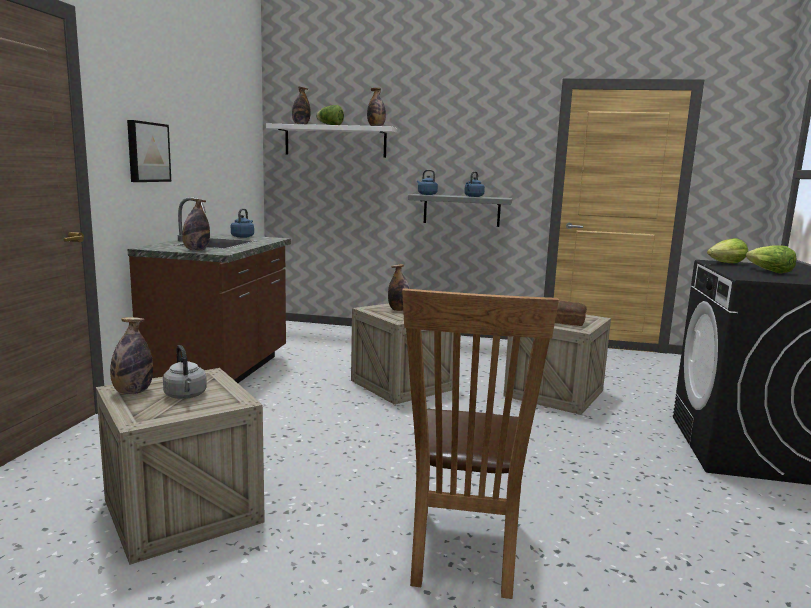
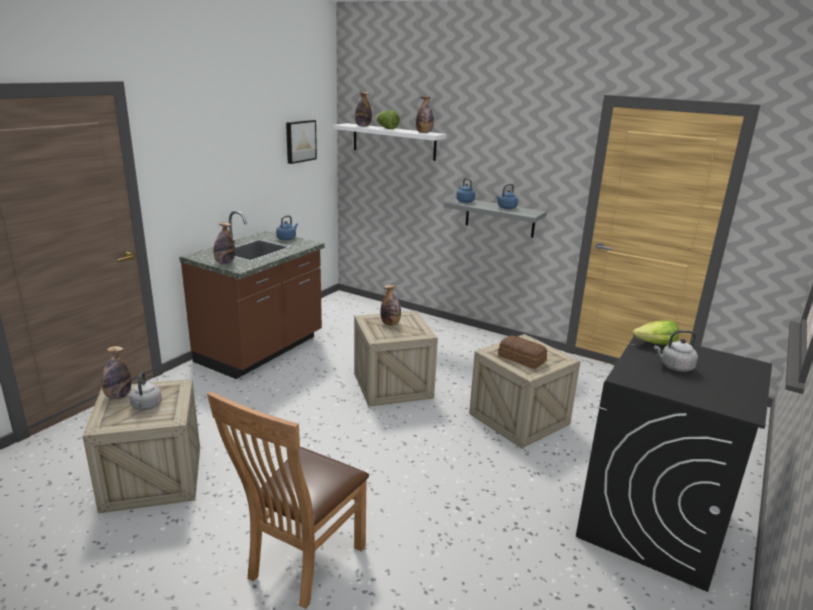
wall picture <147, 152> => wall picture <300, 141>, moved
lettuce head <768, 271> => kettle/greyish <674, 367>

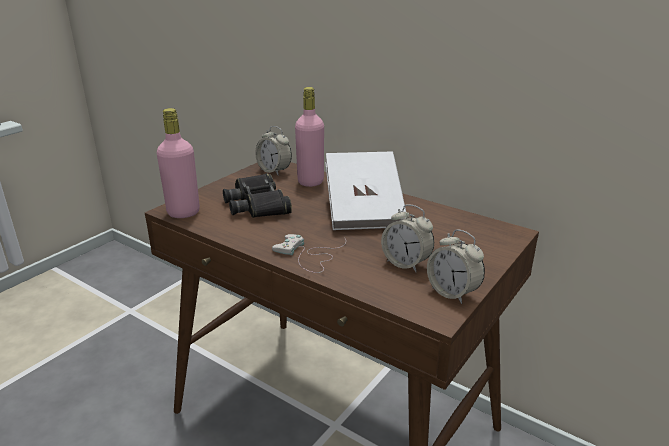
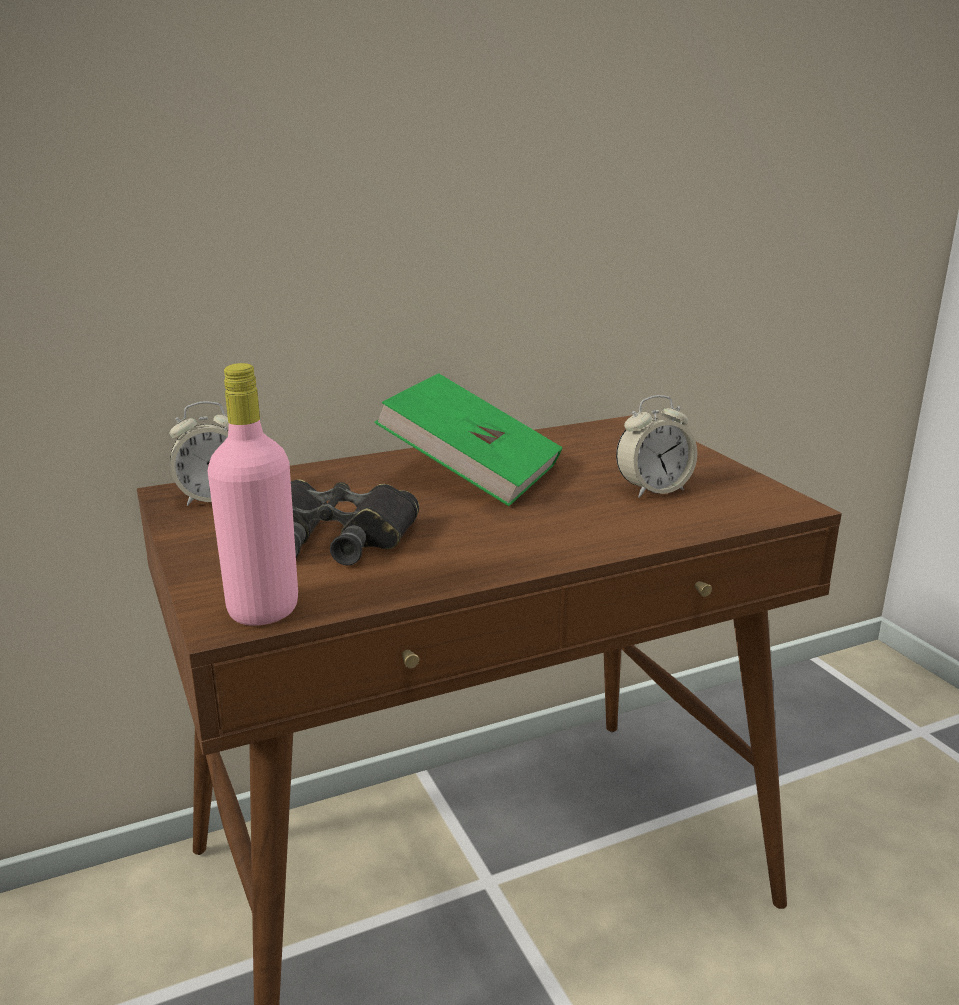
game controller/white <309, 256> => nothing
bottle/pinkish <310, 182> => nothing
volume/white <364, 211> => volume/green <472, 475>
bedside clock <452, 292> => nothing

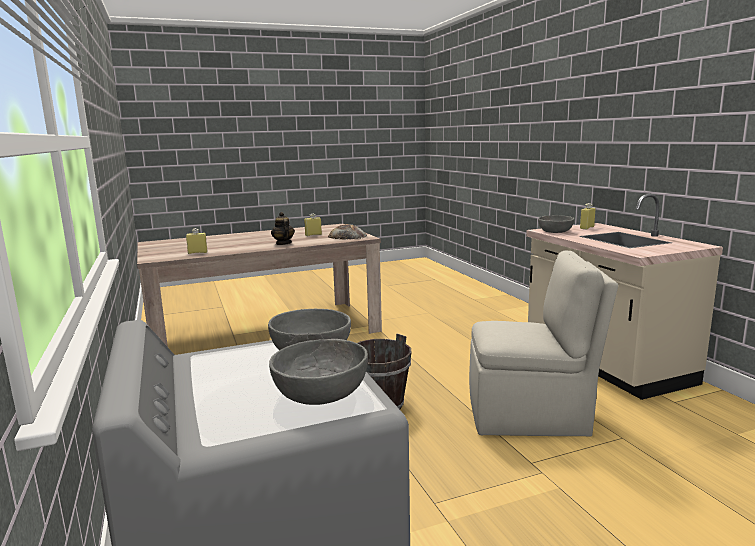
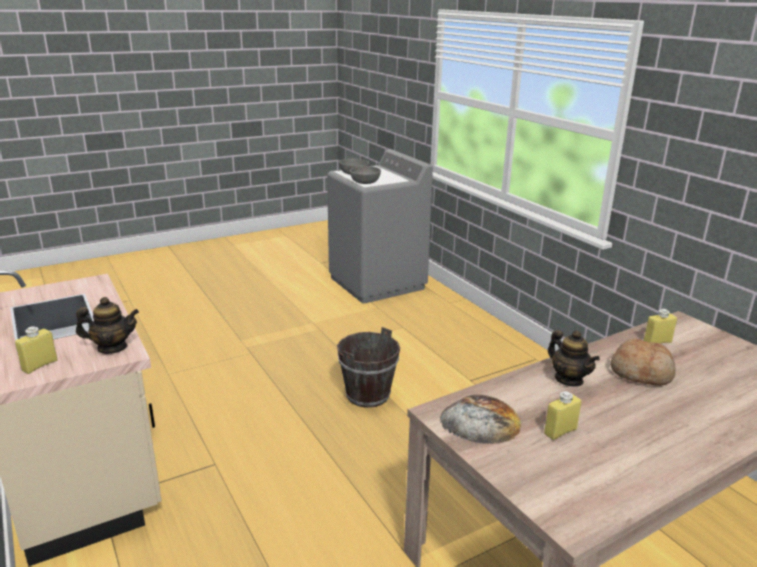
upright chair/sand-coloured <530, 415> => nothing
serving bowl/greyish <555, 231> => pot for tea <112, 348>
nothing => bread <641, 373>

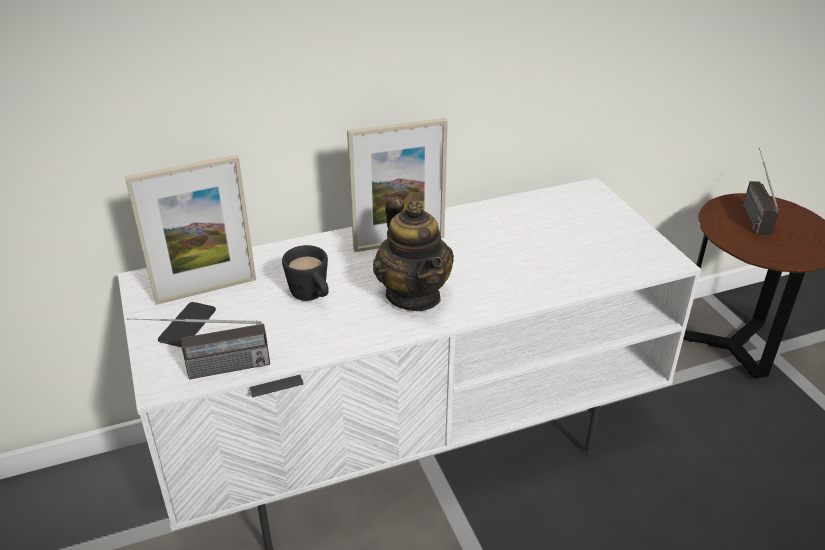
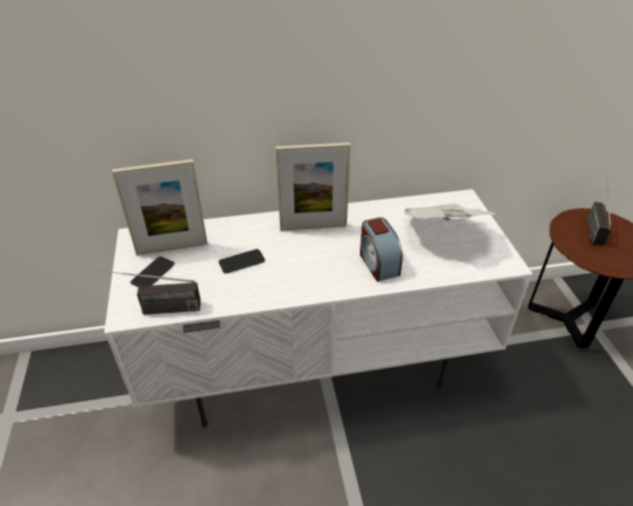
mug/blackish <312, 296> => telephone <242, 262>
pot for tea <414, 295> => nothing
nothing => bedside clock <378, 263>
nothing => printed paper <443, 231>

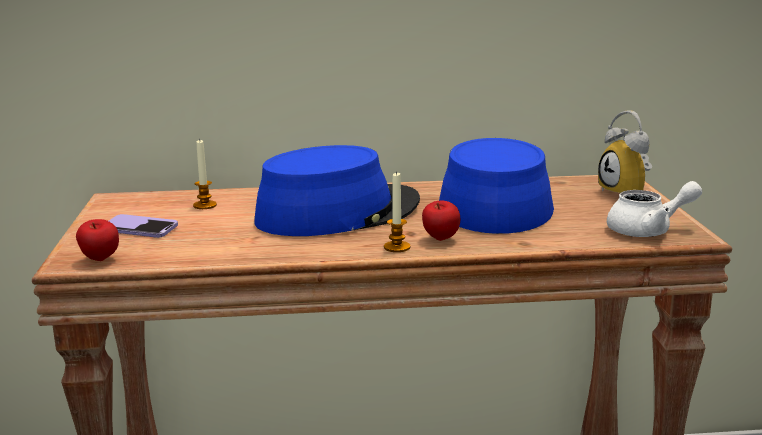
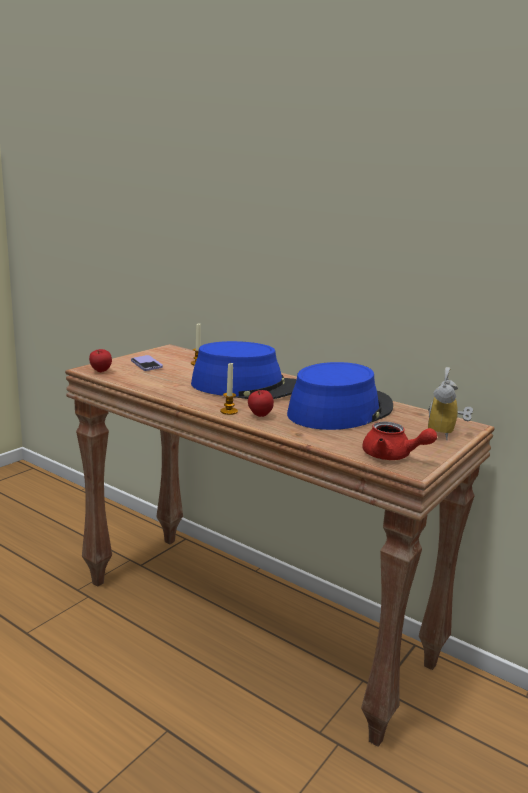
pot for tea/white <648, 231> => pot for tea/reddish <392, 456>

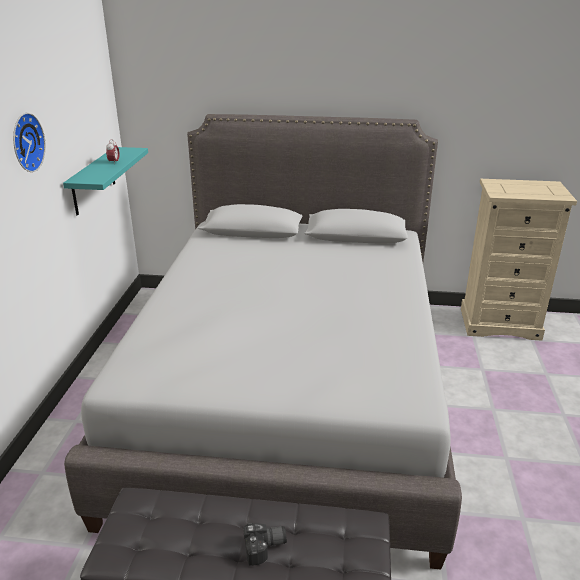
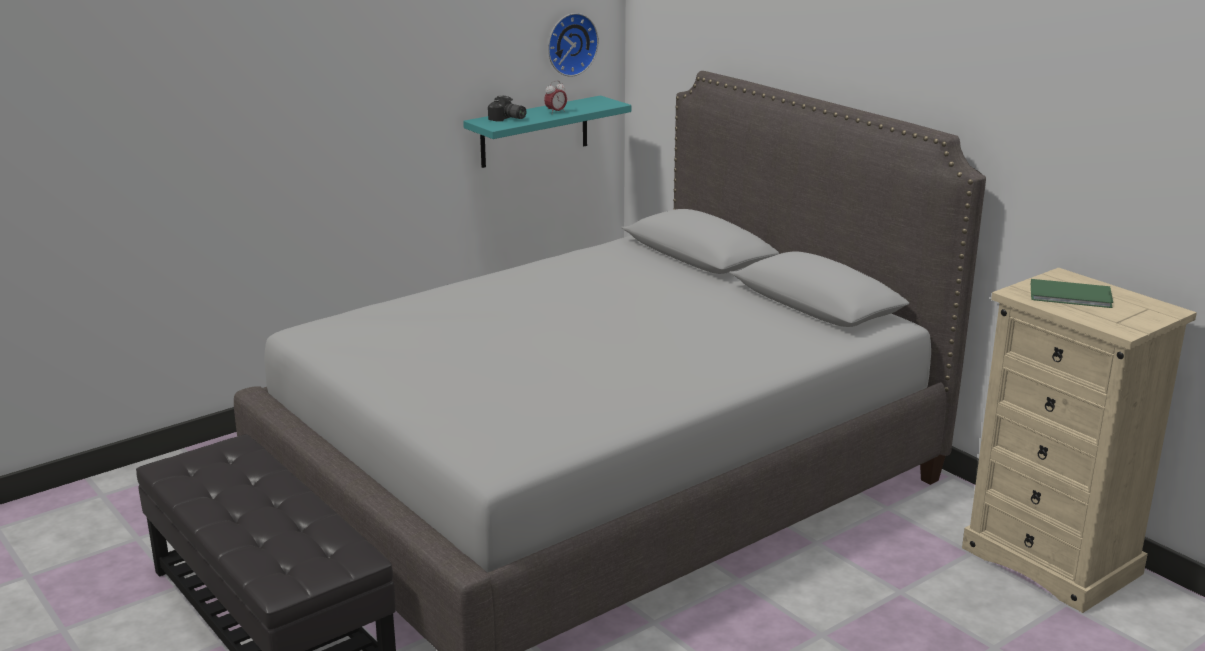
wall clock <25, 142> => wall clock <570, 44>, moved
still camera <265, 548> => still camera <507, 119>, moved
nothing => volume/green <1072, 296>

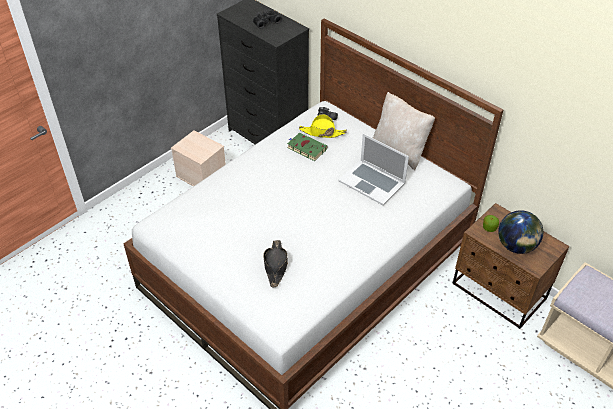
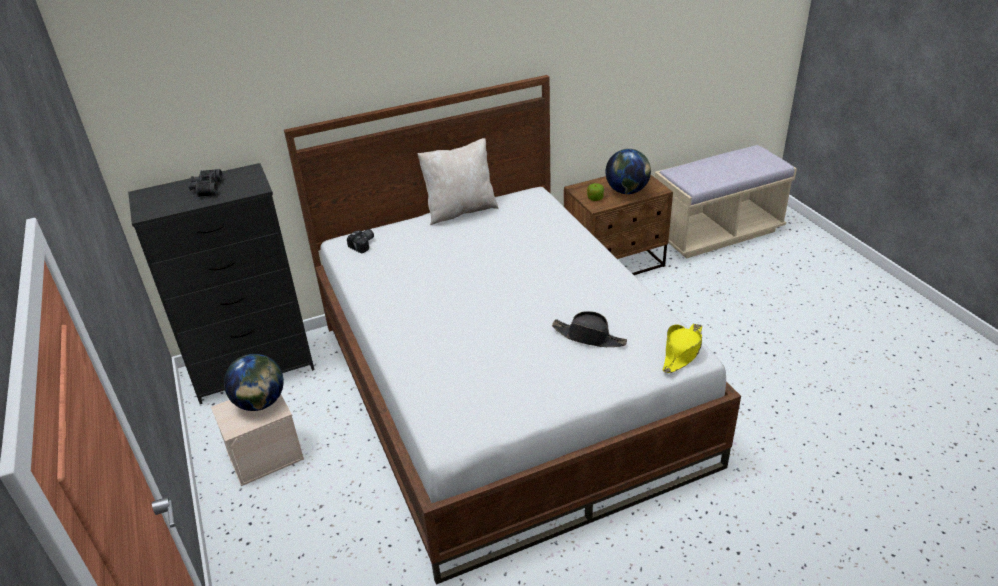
volume/green <306, 148> => nothing
hat/yellow <322, 132> => hat/yellow <682, 352>, moved
laptop <372, 182> => nothing
nothing => world globe <260, 403>

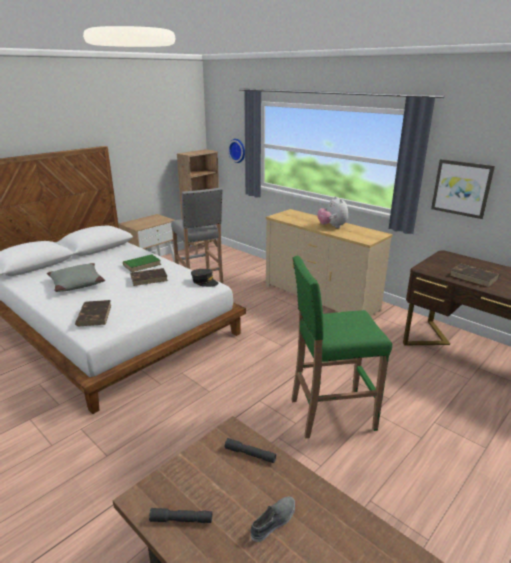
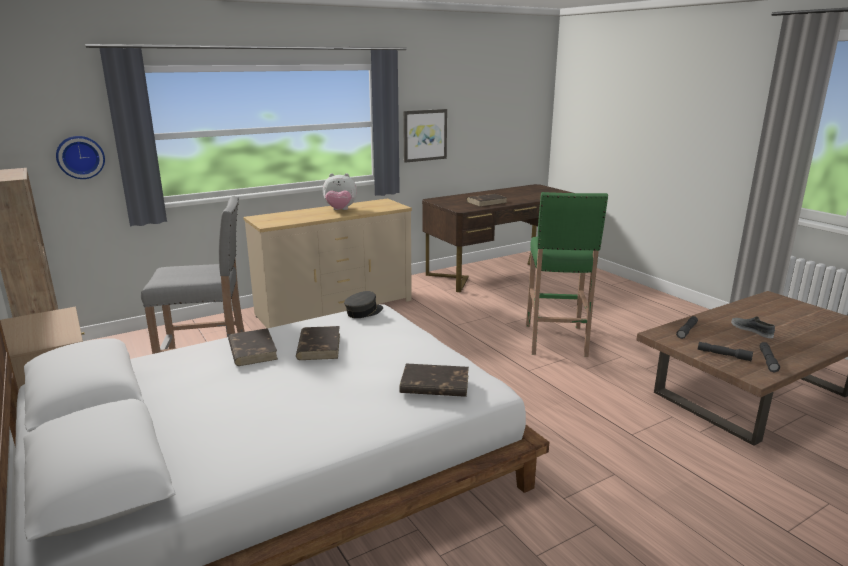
throw pillow/greyish <76, 283> => nothing
volume/green <142, 264> => volume/brown-coloured <252, 350>
nothing => hand torch/greyish <724, 355>

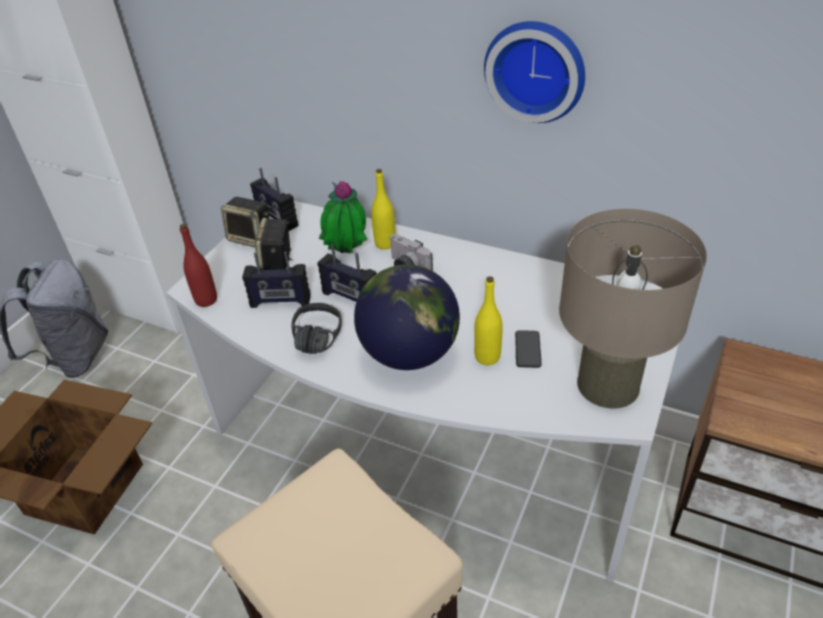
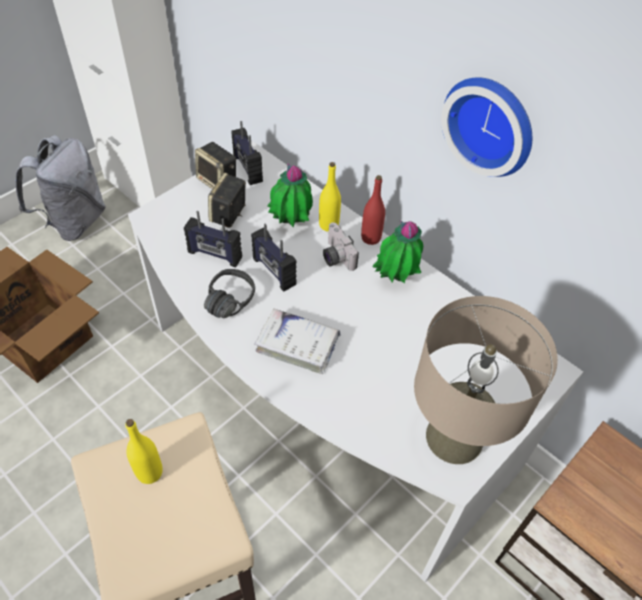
bottle/reddish <206, 300> => bottle/reddish <371, 238>, moved
world globe <409, 354> => volume/white <298, 345>
bottle/yellow <487, 357> => bottle/yellow <149, 472>, moved
telephone <527, 349> => nothing
nothing => houseplant <394, 280>

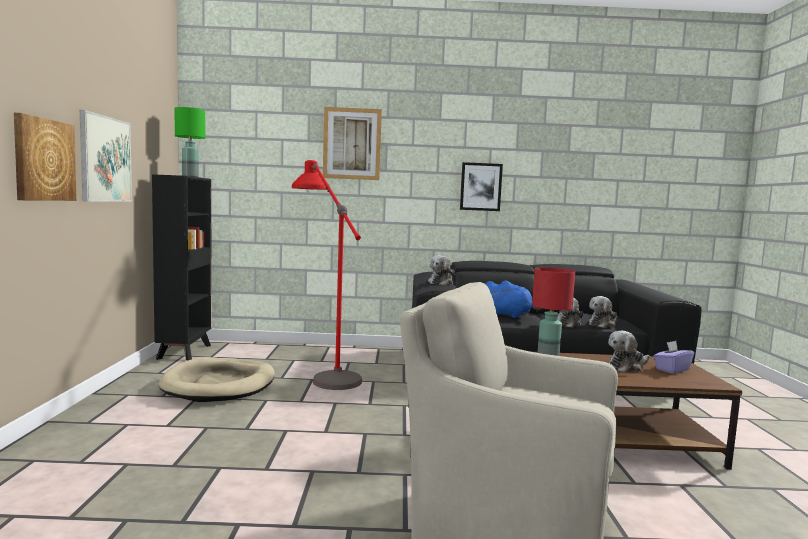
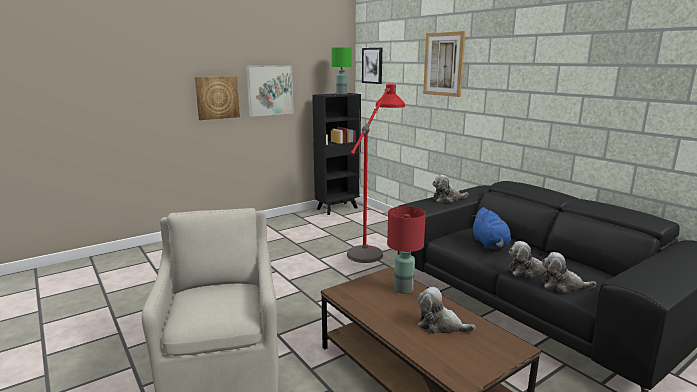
pet bed/sand-coloured <219, 384> => nothing
wall picture <480, 187> => wall picture <372, 65>, moved
tissue box/purple-coloured <672, 369> => nothing

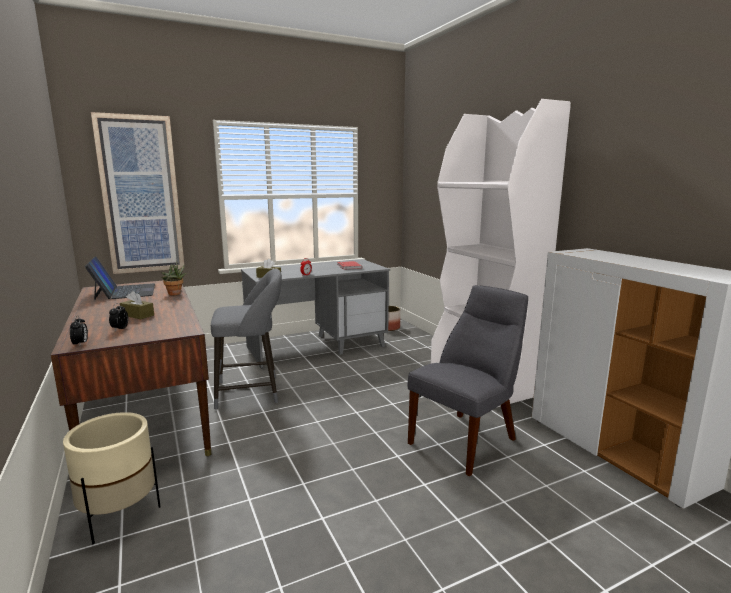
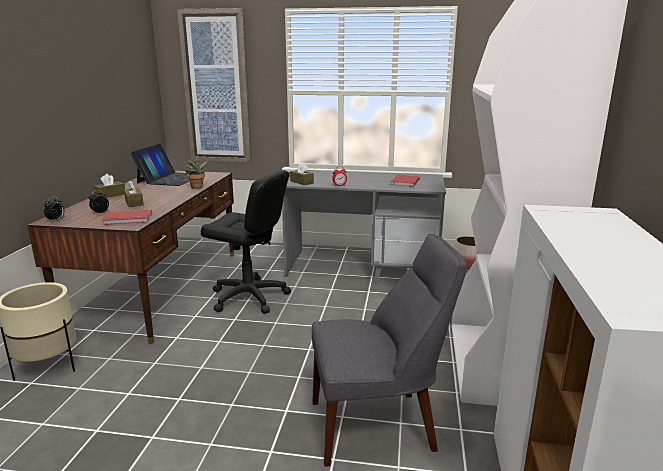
sitting stool/greyish <252, 392> => office chair/blackish <249, 297>
nothing => tissue box/brown-coloured <110, 195>
nothing => volume/reddish <128, 219>

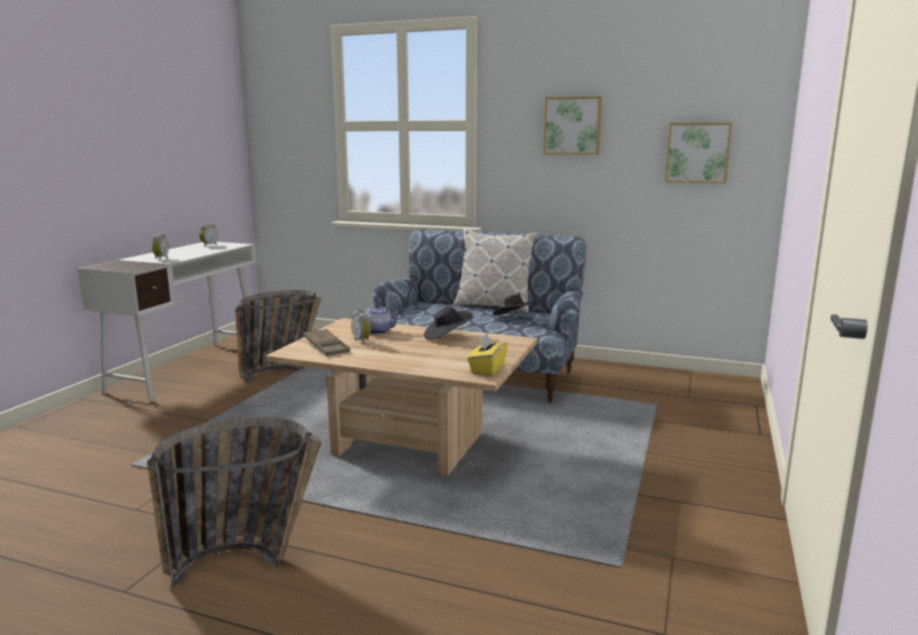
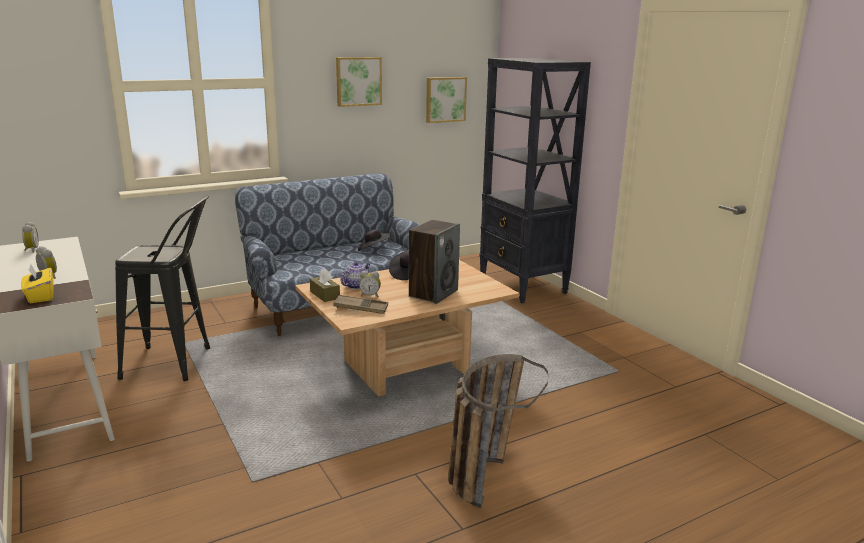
basket <281, 372> => sitting stool/blackish <176, 364>
throw pillow <494, 306> => nothing
tissue box/yellow <487, 369> => tissue box/yellow <40, 296>, moved
nothing => tissue box/brown-coloured <325, 295>
nothing => audio speaker <433, 293>
nothing => bookcase/blackish <523, 286>

